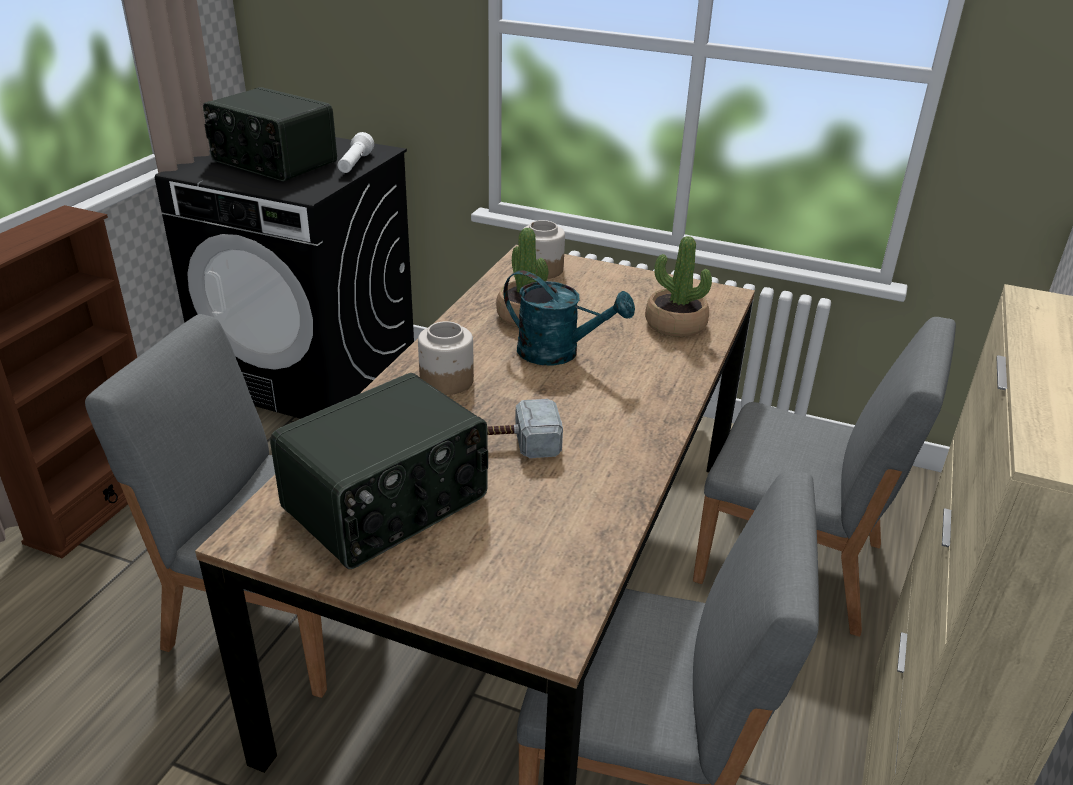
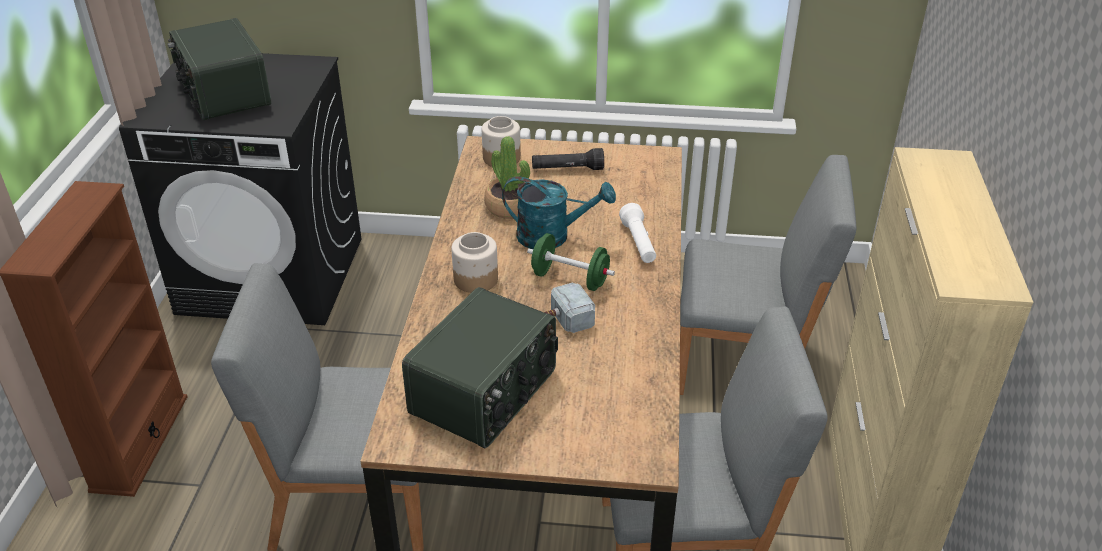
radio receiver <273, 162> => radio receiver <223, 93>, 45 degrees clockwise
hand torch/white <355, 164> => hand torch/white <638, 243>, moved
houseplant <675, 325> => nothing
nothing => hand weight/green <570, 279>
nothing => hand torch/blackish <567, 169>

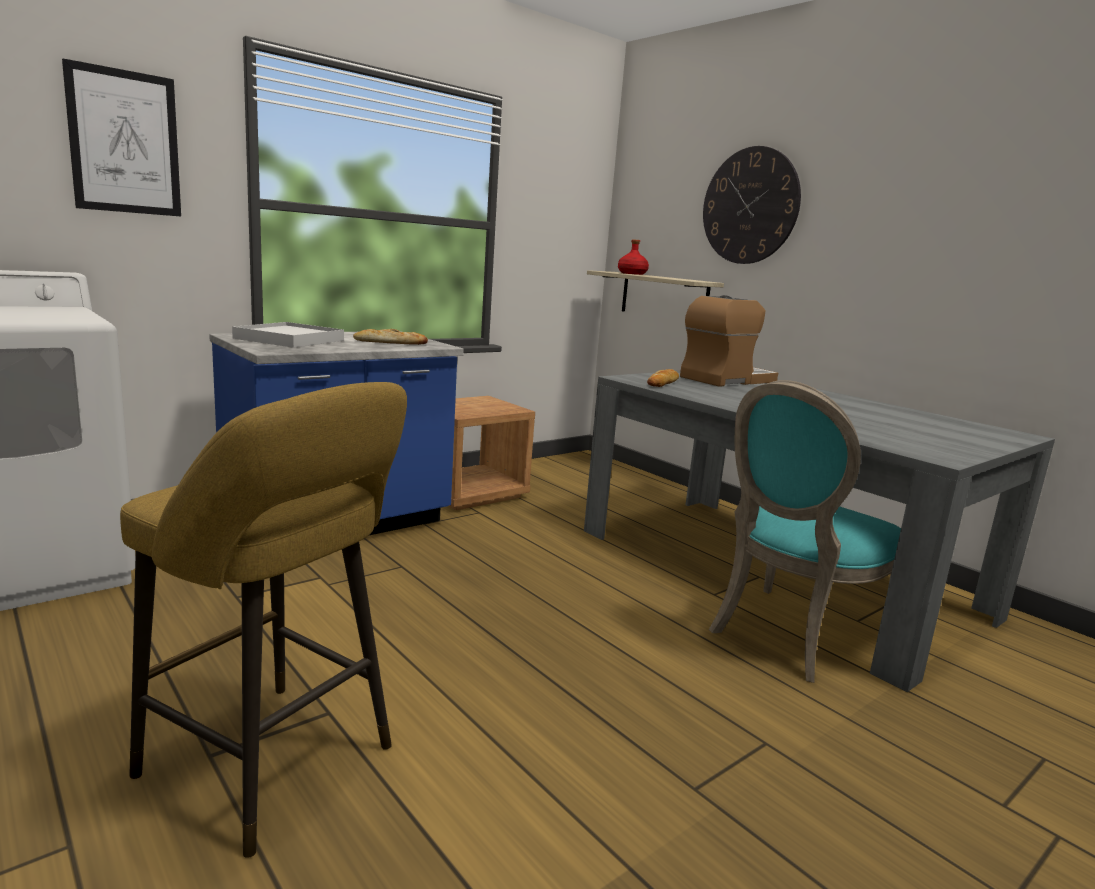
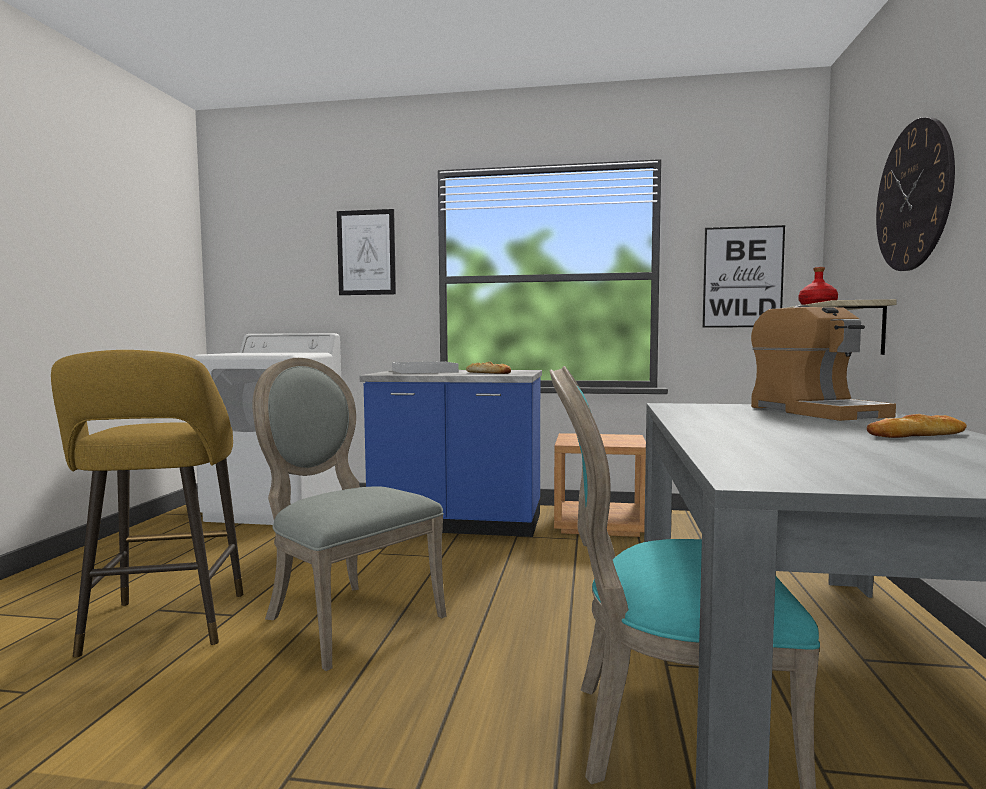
bread <663, 383> => bread <917, 435>, moved
coffee maker <726, 379> => coffee maker <815, 411>, 60 degrees clockwise
nothing => upright chair/greyish <345, 618>
nothing => wall picture <742, 277>

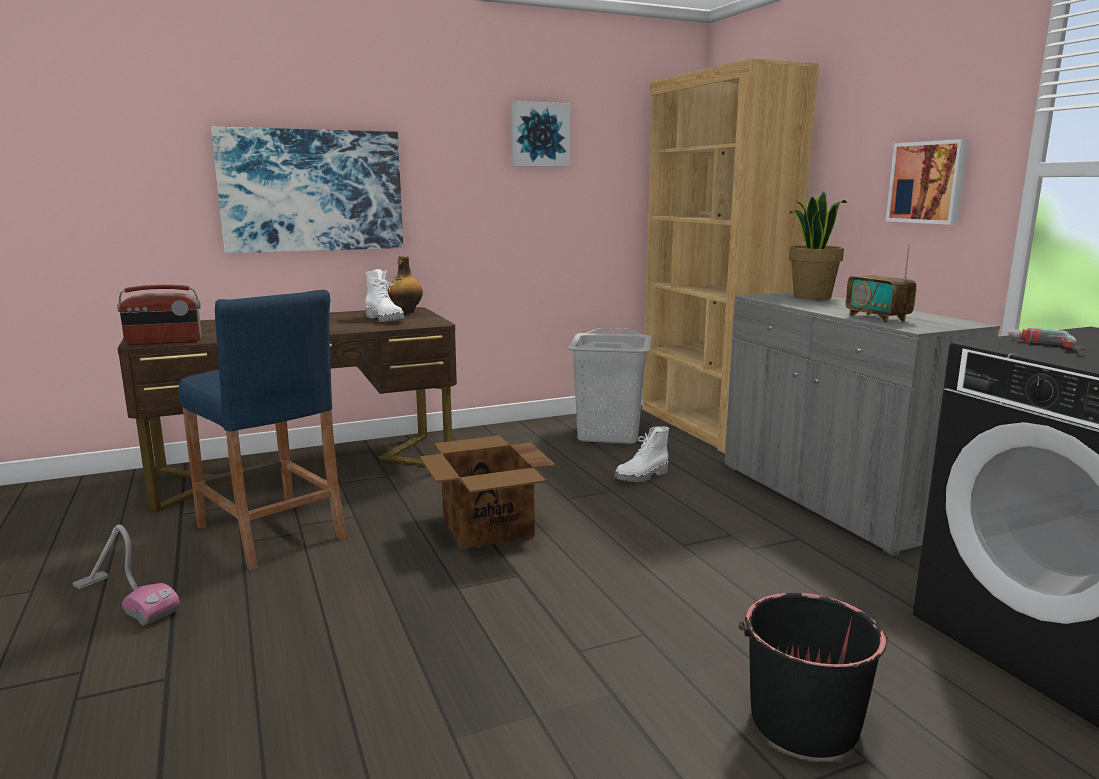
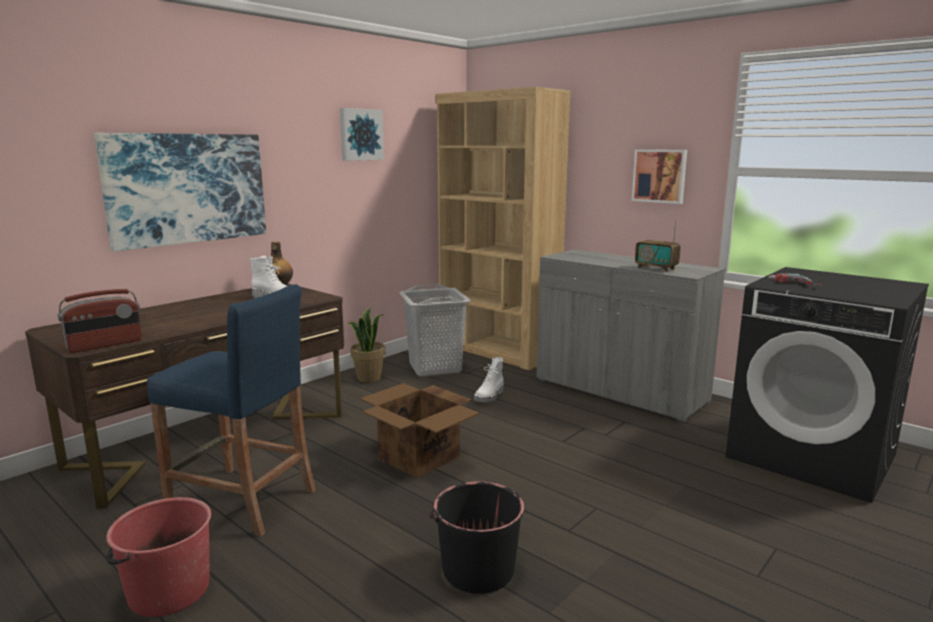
vacuum cleaner <125, 599> => bucket/reddish <168, 591>
bucket/blackish <803, 720> => bucket/blackish <477, 569>, moved
houseplant <811, 297> => houseplant <368, 378>, moved

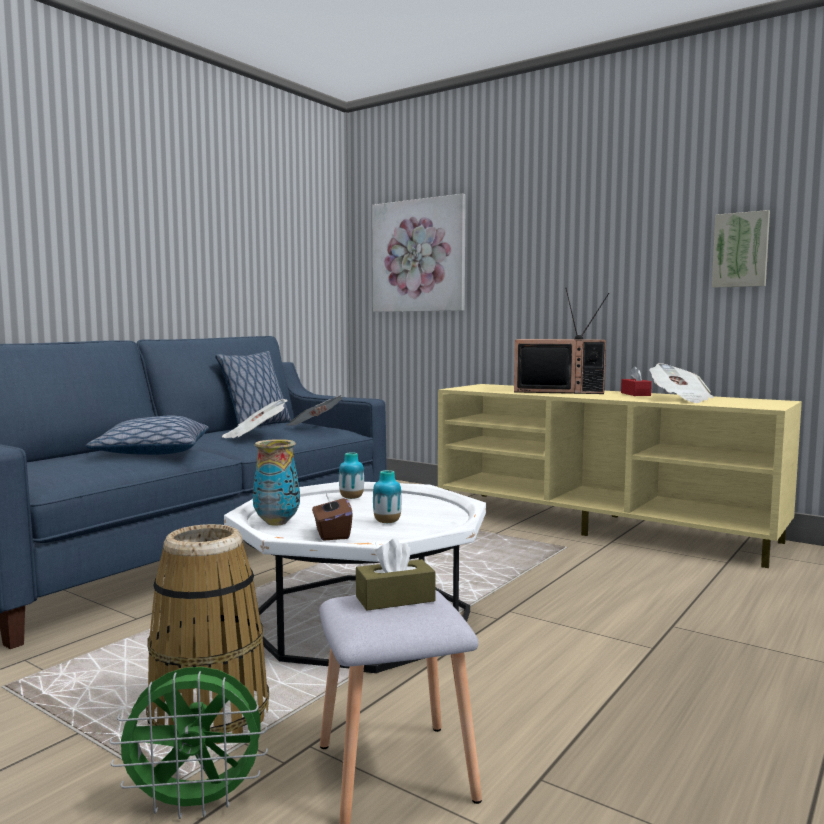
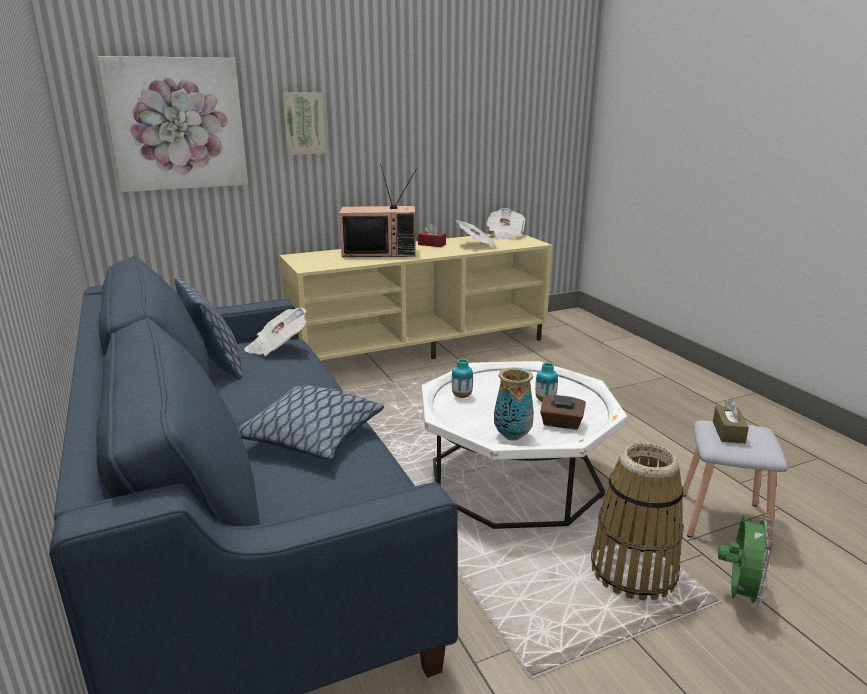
printed paper <255, 436> => printed paper <505, 235>, moved
TV <560, 391> => TV <380, 252>, 45 degrees clockwise
wall picture <741, 250> => wall picture <303, 123>, moved

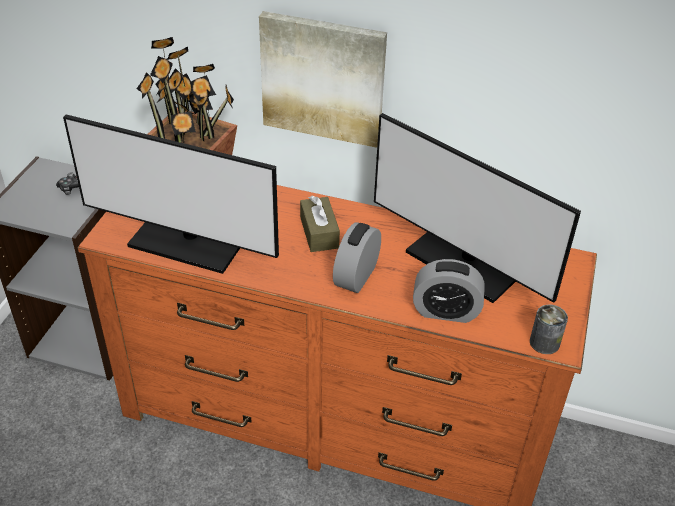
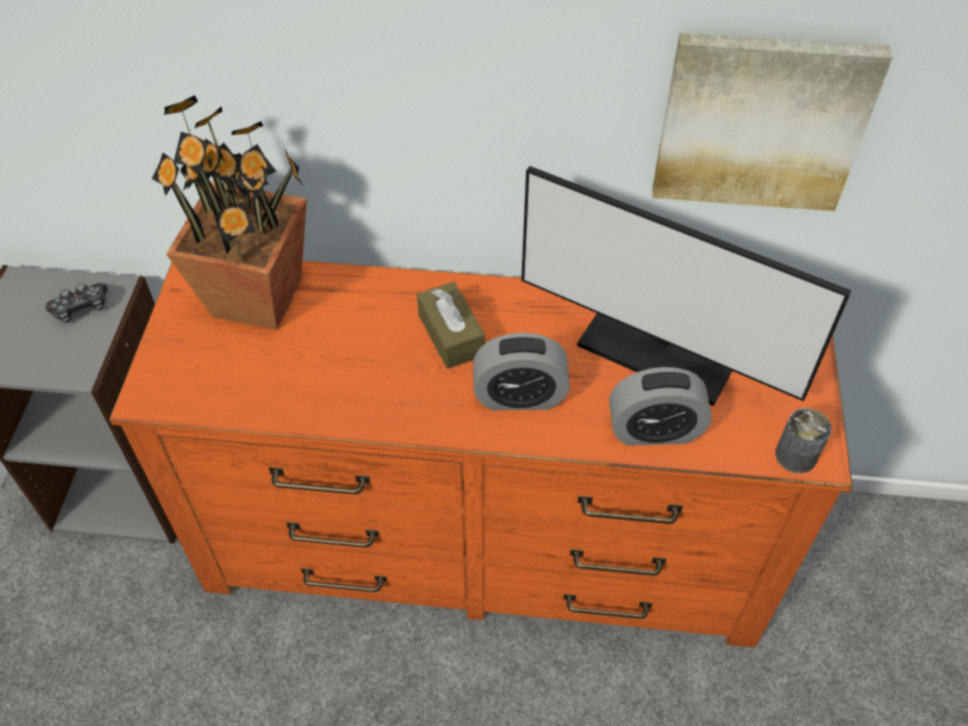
computer display <186, 244> => nothing
wall picture <323, 78> => wall picture <761, 121>, moved
bedside clock <356, 276> => bedside clock <519, 396>, 105 degrees counterclockwise

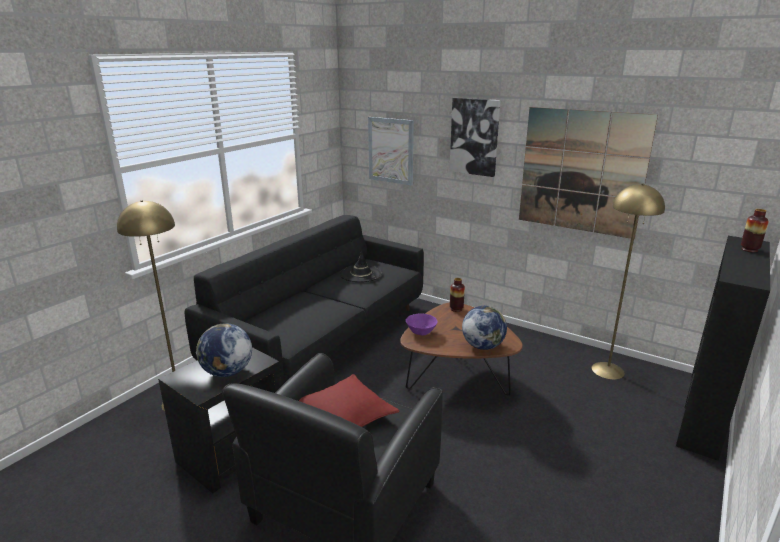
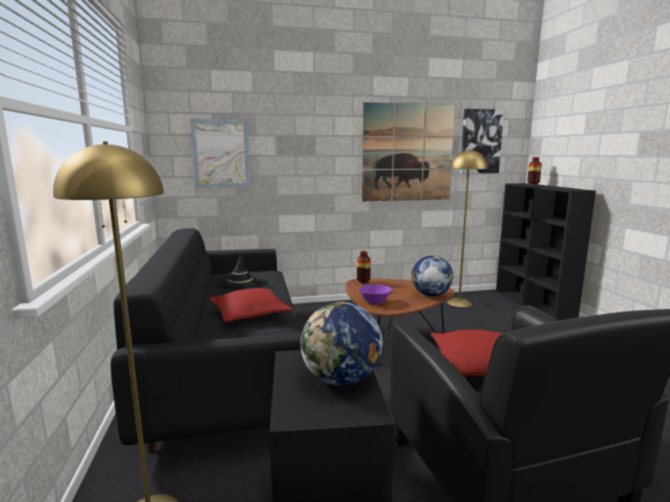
wall picture <474, 137> => wall picture <480, 141>, moved
nothing => throw pillow/reddish <249, 314>

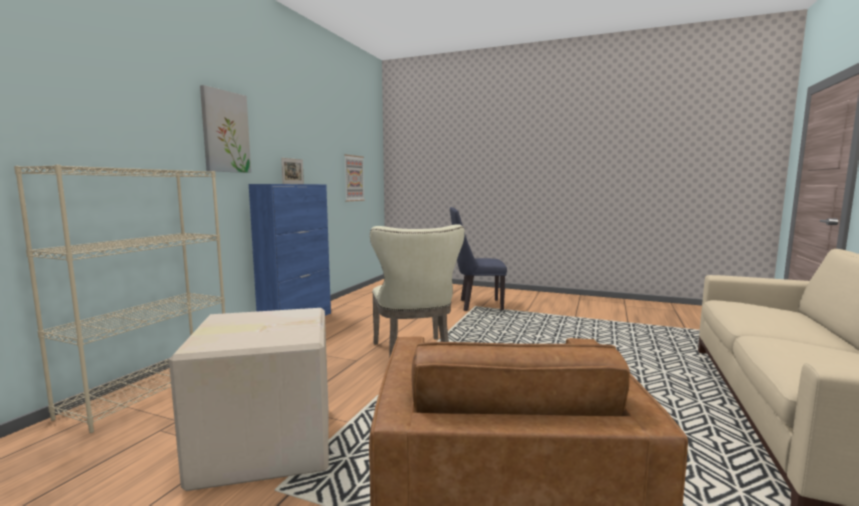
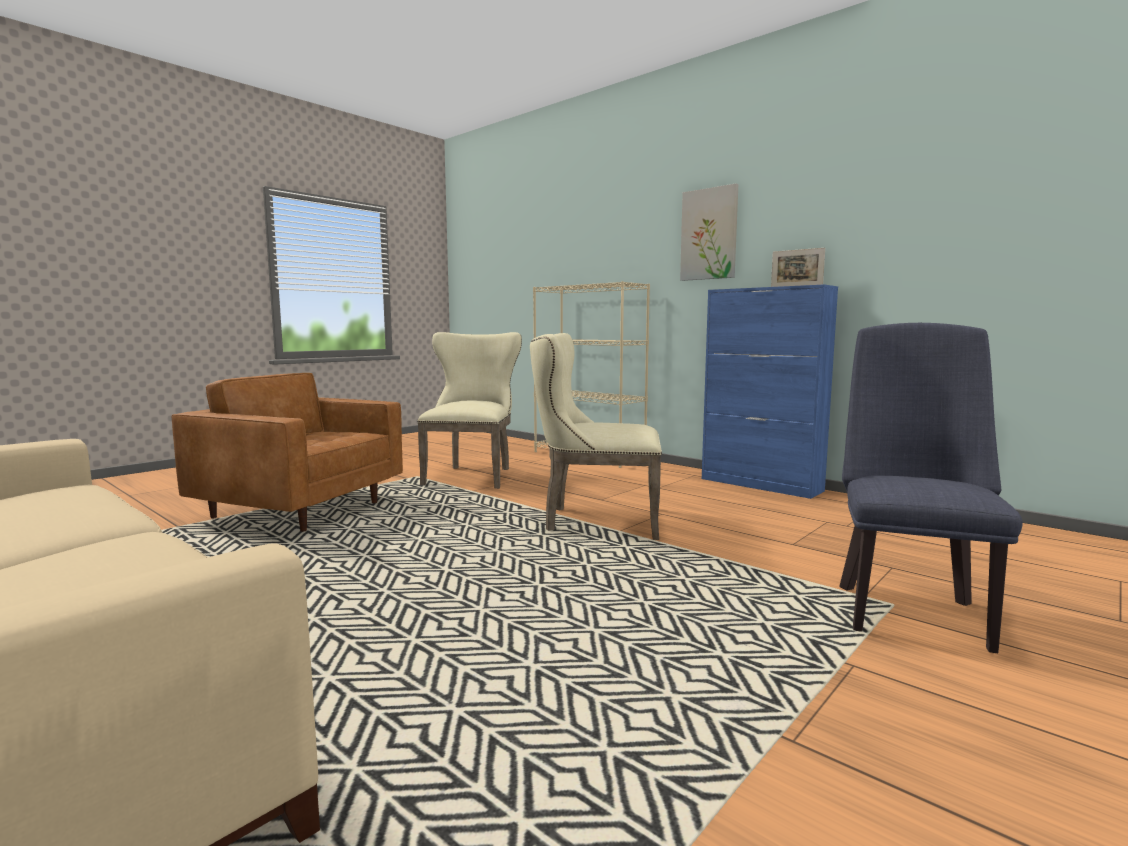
cardboard box <264, 443> => upright chair/sand-coloured <472, 475>
wall picture <353, 178> => nothing

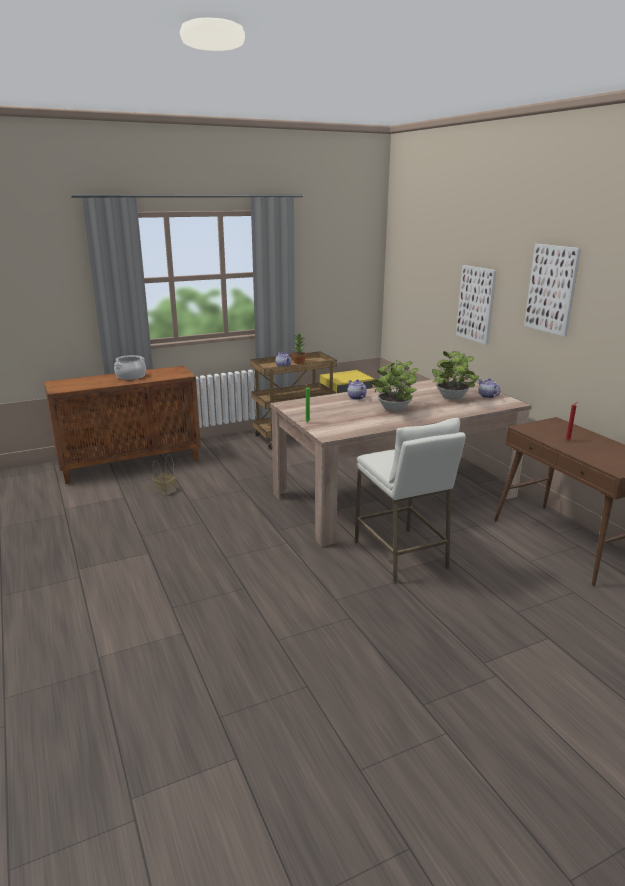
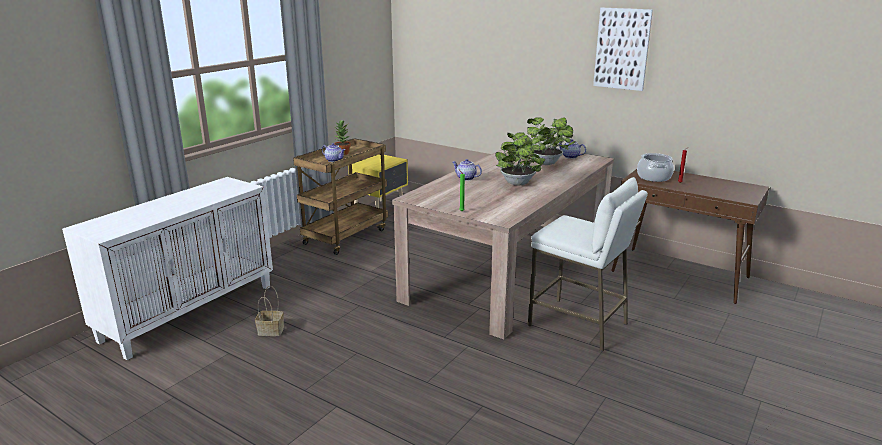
cupboard/brown-coloured <131, 464> => cupboard/white <190, 312>
cooking pot <131, 376> => cooking pot <653, 177>, moved
wall picture <476, 304> => nothing

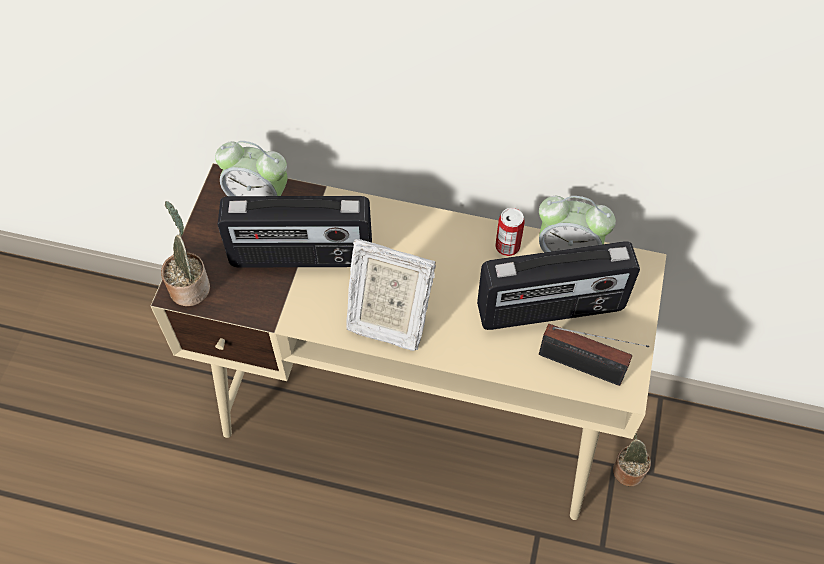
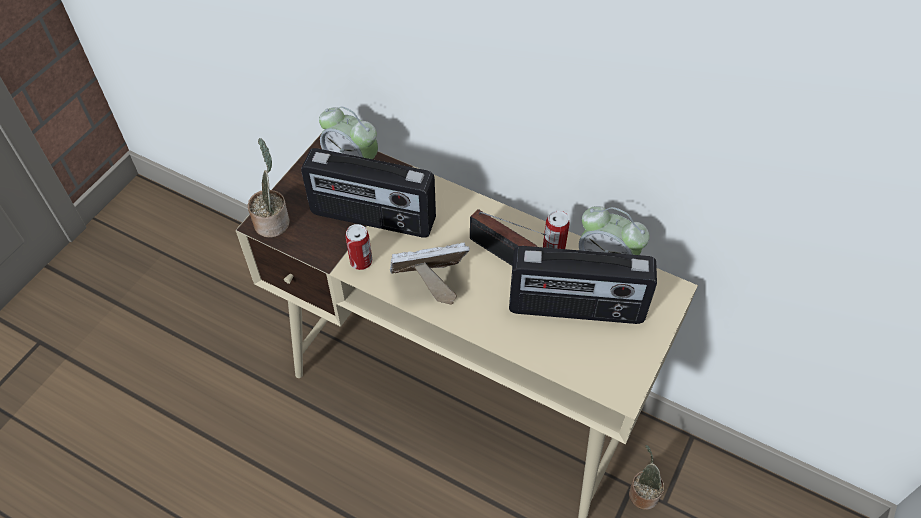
standing frame <387, 319> => standing frame <429, 284>, 135 degrees clockwise
radio receiver <585, 367> => radio receiver <504, 256>, moved
nothing => metal can <361, 261>

